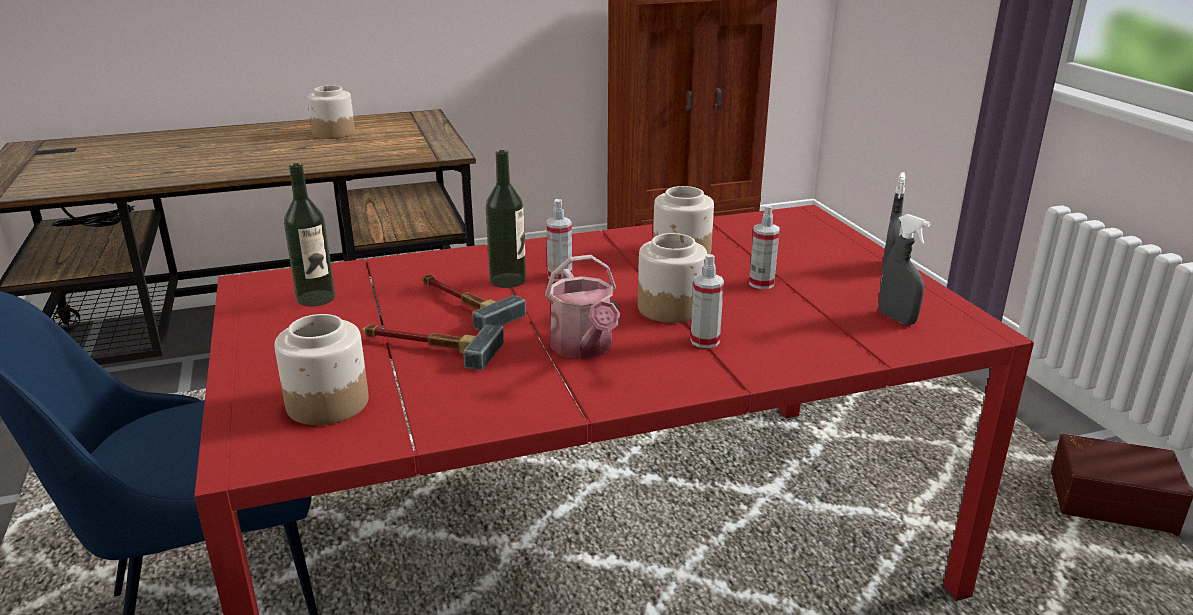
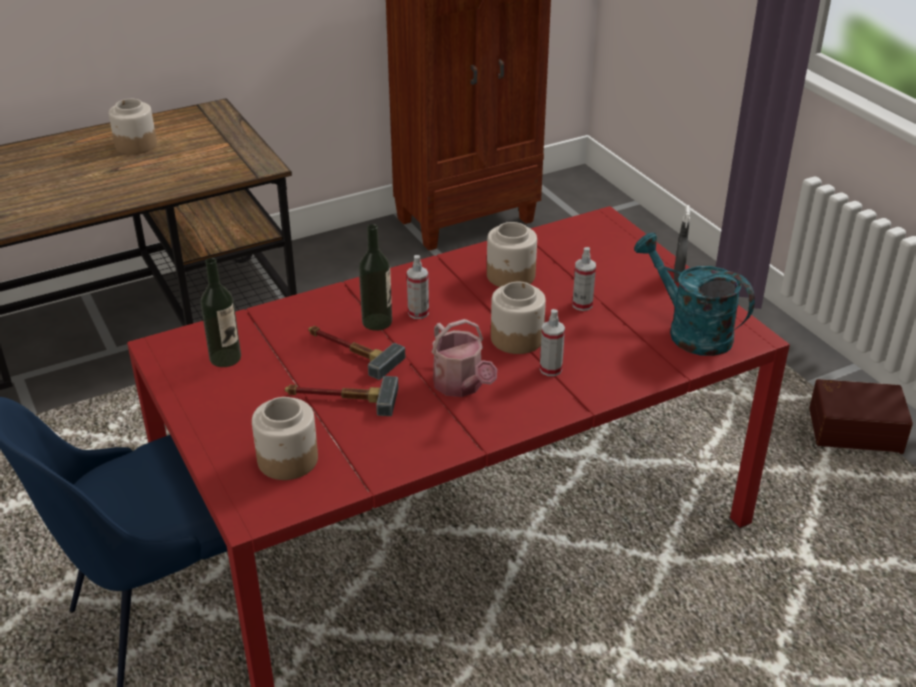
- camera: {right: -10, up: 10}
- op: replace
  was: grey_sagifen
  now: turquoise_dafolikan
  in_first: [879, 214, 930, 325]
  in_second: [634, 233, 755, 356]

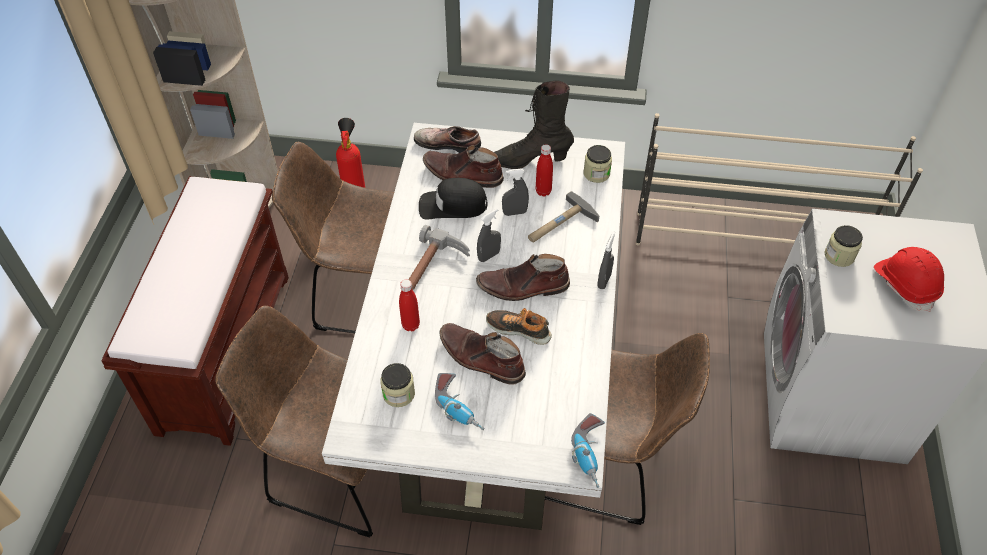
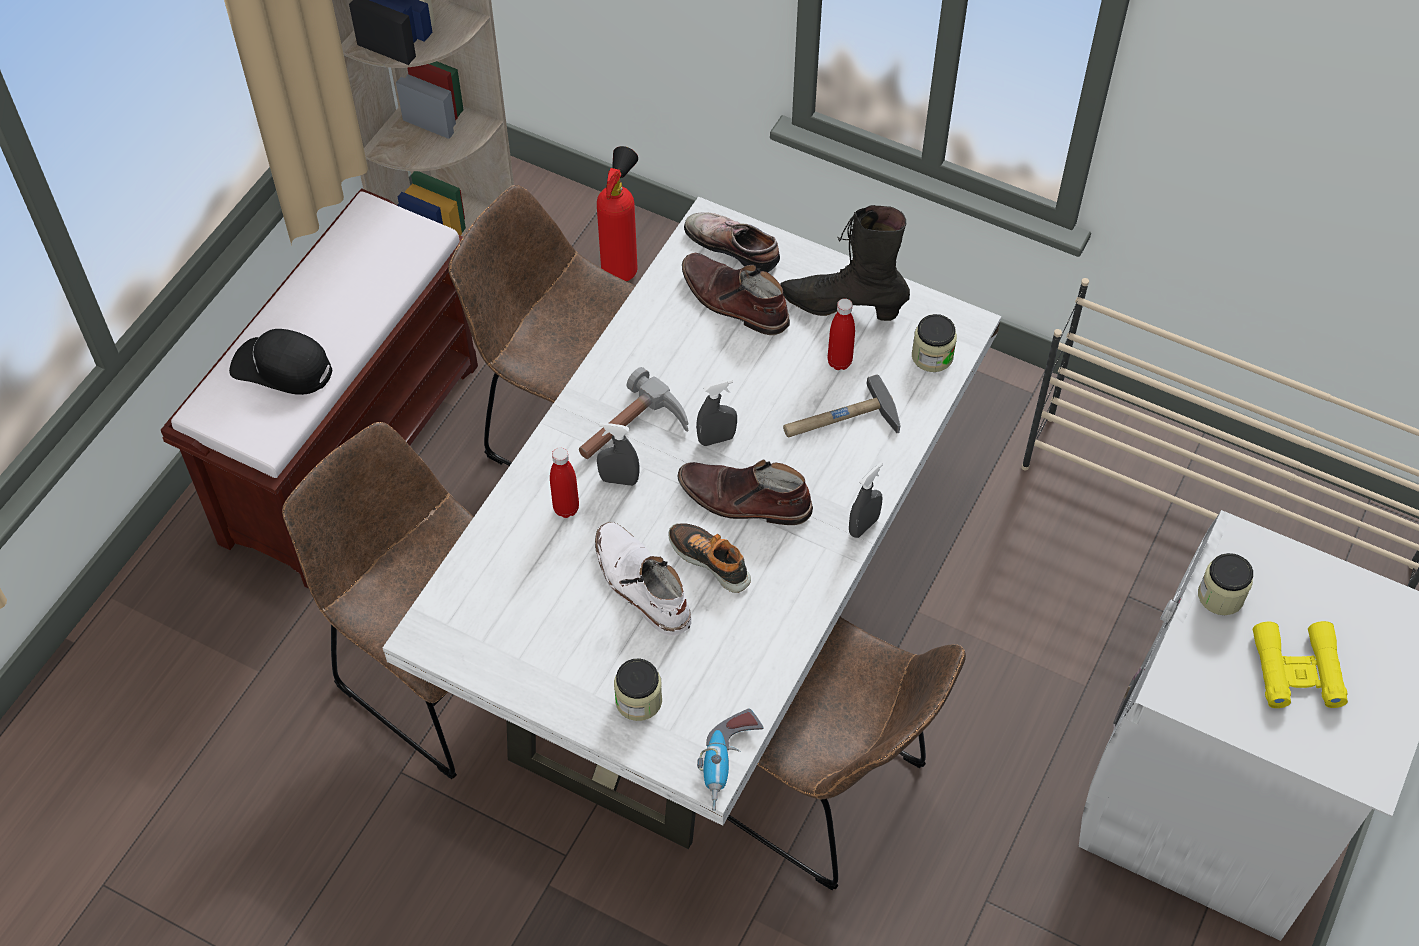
- camera: {right: 20, up: 5}
- op: move
  was: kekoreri
  in_first: [380, 363, 415, 407]
  in_second: [614, 658, 662, 721]
- op: move
  was: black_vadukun
  in_first: [419, 178, 488, 220]
  in_second: [229, 329, 332, 395]
- op: delete
  was: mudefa
  in_first: [435, 373, 485, 430]
- op: recolor
  was: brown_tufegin
  now: white_tufegin
  in_first: [439, 323, 526, 384]
  in_second: [595, 522, 692, 636]
- op: move
  was: grey_sagifen
  in_first: [502, 169, 529, 216]
  in_second: [597, 423, 639, 486]
- op: replace
  was: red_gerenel
  now: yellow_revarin
  in_first: [874, 247, 944, 312]
  in_second: [1253, 621, 1348, 708]

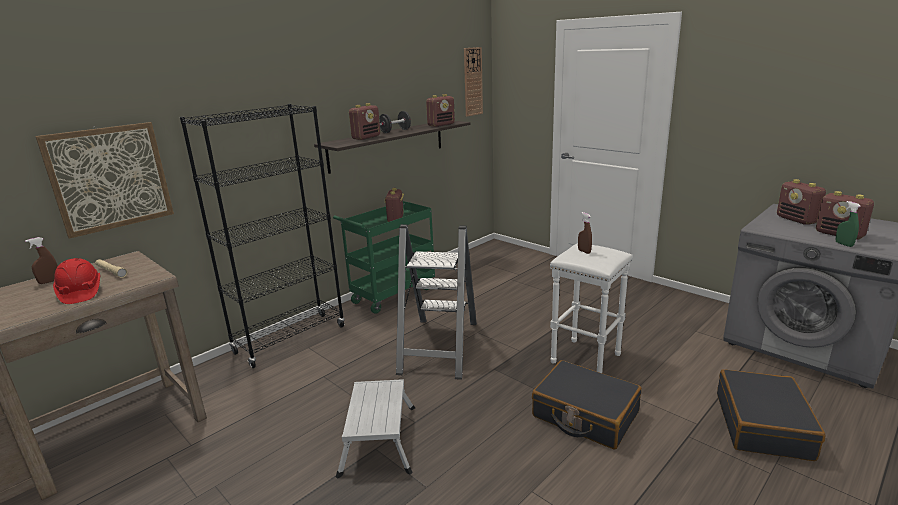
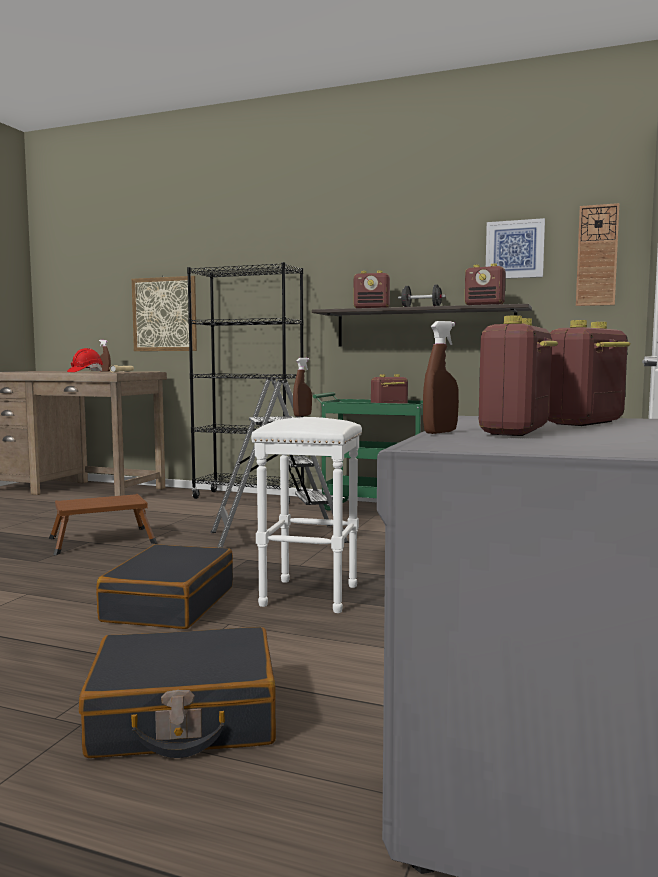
- camera: {right: 65, up: -15}
- op: recolor
  was: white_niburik
  now: brown_niburik
  in_first: [336, 379, 415, 479]
  in_second: [49, 494, 157, 555]
- op: recolor
  was: green_sagifen
  now: brown_sagifen
  in_first: [836, 201, 861, 247]
  in_second: [423, 321, 459, 434]
- op: insert
  now: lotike
  in_second: [486, 218, 545, 279]

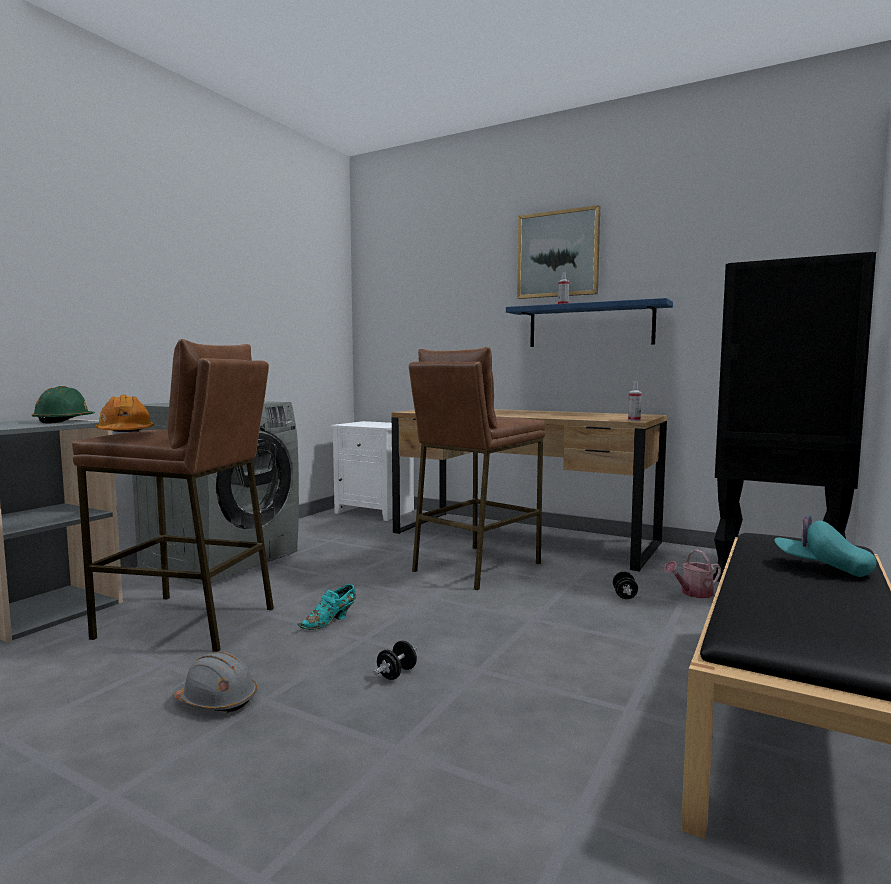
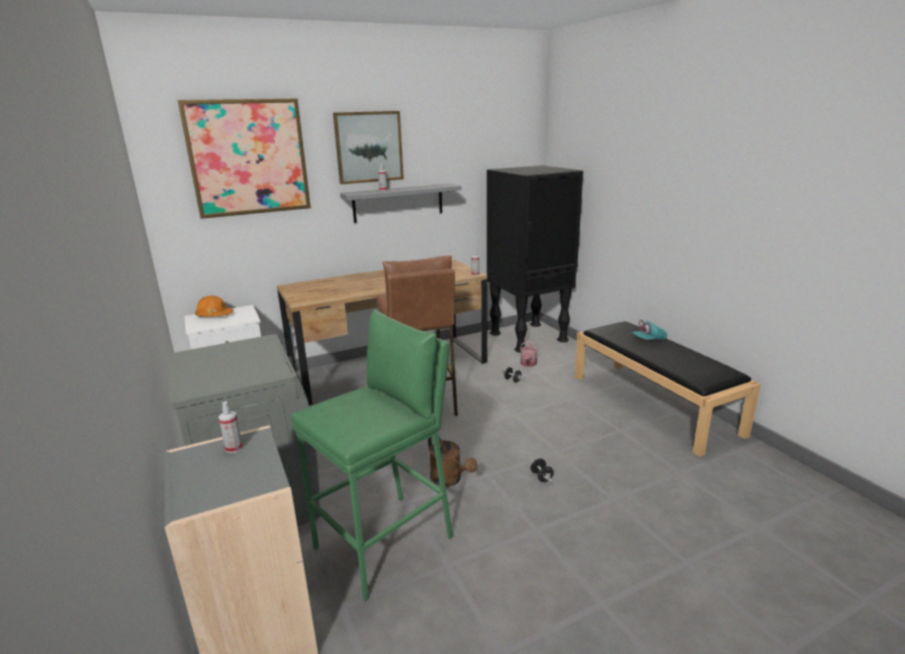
- camera: {right: -55, up: 15}
- op: replace
  was: green_gerenel
  now: sagifen
  in_first: [32, 386, 95, 424]
  in_second: [218, 401, 243, 453]
- op: recolor
  was: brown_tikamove
  now: green_tikamove
  in_first: [72, 339, 274, 652]
  in_second: [291, 309, 453, 601]
- op: move
  was: orange_gerenel
  in_first: [95, 394, 154, 432]
  in_second: [195, 296, 233, 317]
- op: delete
  was: grey_gerenel
  in_first: [173, 652, 257, 713]
- op: replace
  was: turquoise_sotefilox
  now: brown_dafolikan
  in_first: [298, 584, 356, 630]
  in_second: [428, 436, 477, 487]
- op: recolor
  was: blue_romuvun
  now: grey_romuvun
  in_first: [506, 298, 673, 347]
  in_second: [340, 183, 462, 223]
- op: insert
  now: lotike
  in_second: [178, 98, 311, 219]

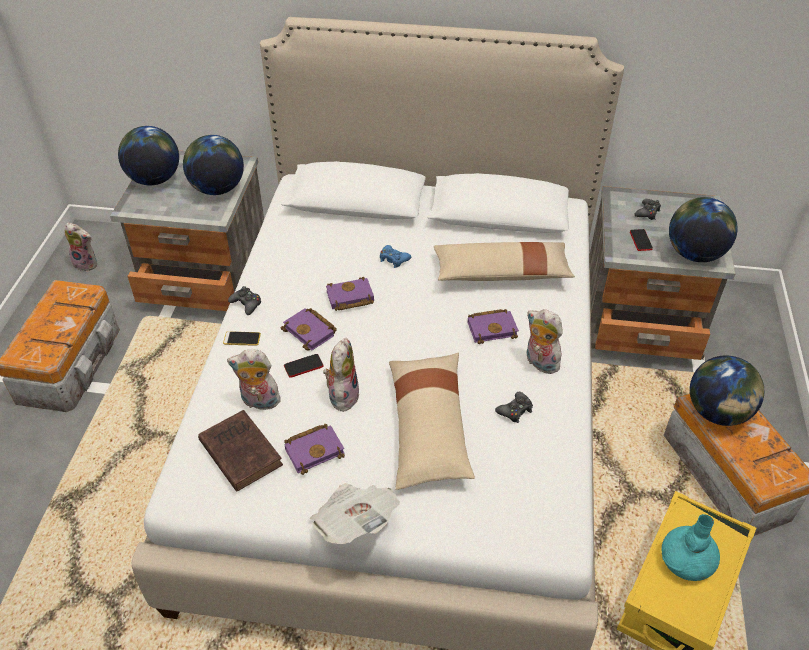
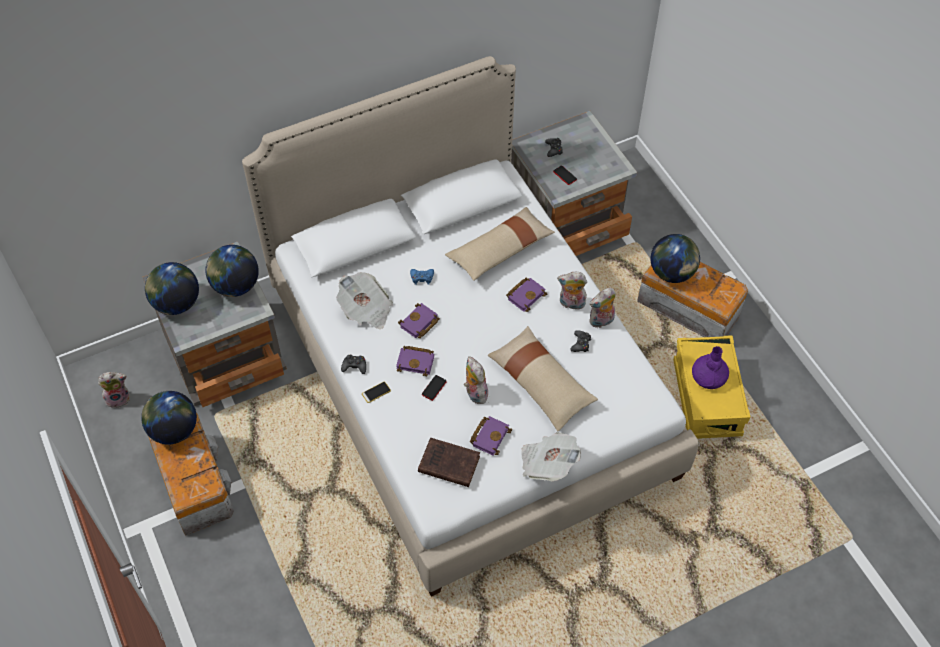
- camera: {right: -35, up: 10}
- op: move
  was: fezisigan
  in_first: [227, 350, 281, 410]
  in_second: [589, 288, 616, 328]
- op: recolor
  was: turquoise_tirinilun
  now: purple_tirinilun
  in_first: [662, 514, 720, 581]
  in_second: [692, 346, 729, 389]
- op: move
  was: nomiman
  in_first: [669, 197, 738, 262]
  in_second: [141, 391, 197, 445]
- op: insert
  now: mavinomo
  in_second: [336, 272, 393, 329]

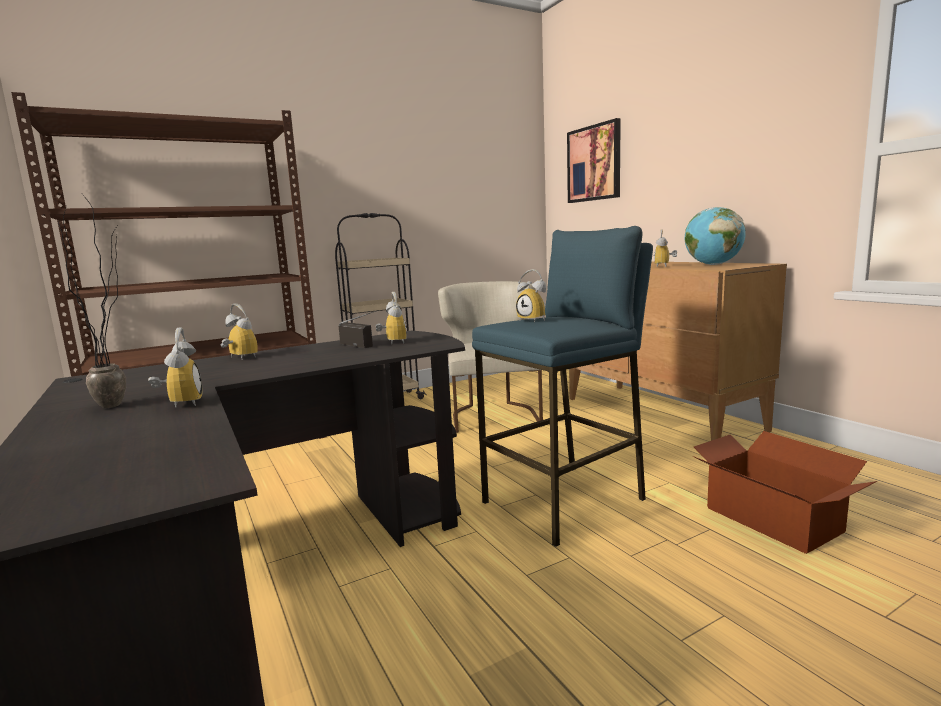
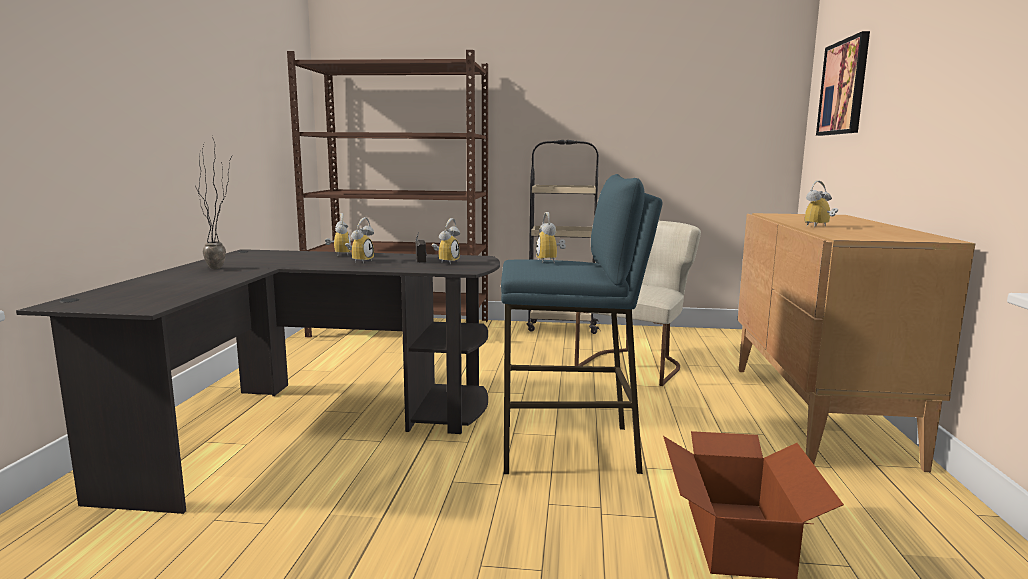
- camera: {right: 35, up: 0}
- op: move
  was: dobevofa
  in_first: [148, 327, 203, 408]
  in_second: [345, 217, 374, 264]
- op: delete
  was: nomiman
  in_first: [685, 207, 746, 265]

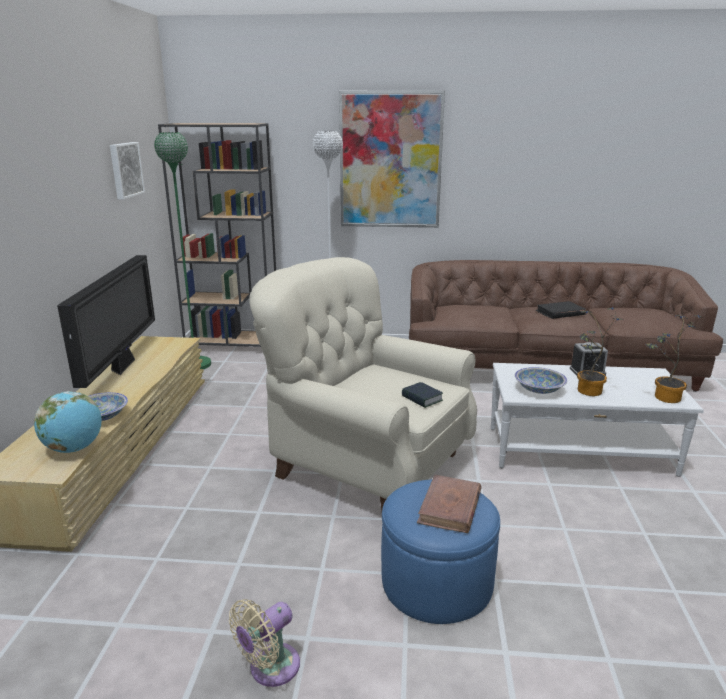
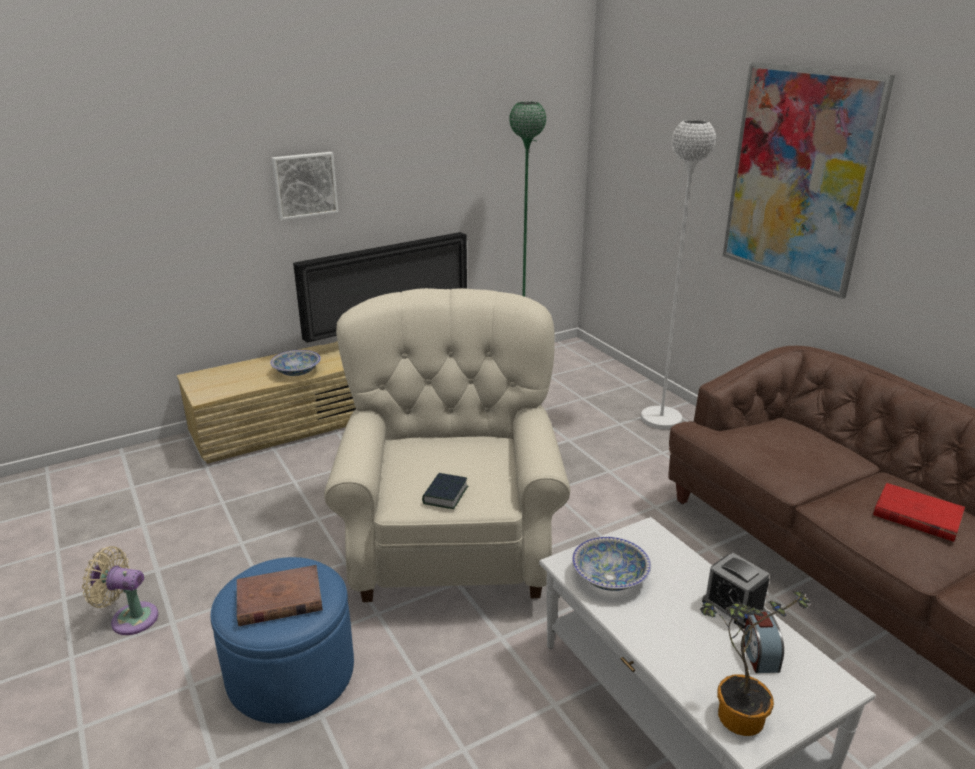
- camera: {right: 55, up: 5}
- op: delete
  was: nomiman
  in_first: [34, 391, 102, 453]
- op: move
  was: lotike
  in_first: [110, 142, 145, 199]
  in_second: [272, 152, 338, 220]
- op: delete
  was: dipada
  in_first: [158, 123, 276, 347]
- op: recolor
  was: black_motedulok
  now: red_motedulok
  in_first: [535, 301, 586, 319]
  in_second: [873, 483, 965, 542]
- op: delete
  was: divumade
  in_first: [577, 307, 622, 396]
- op: insert
  now: dobevofa
  in_second: [743, 610, 784, 673]

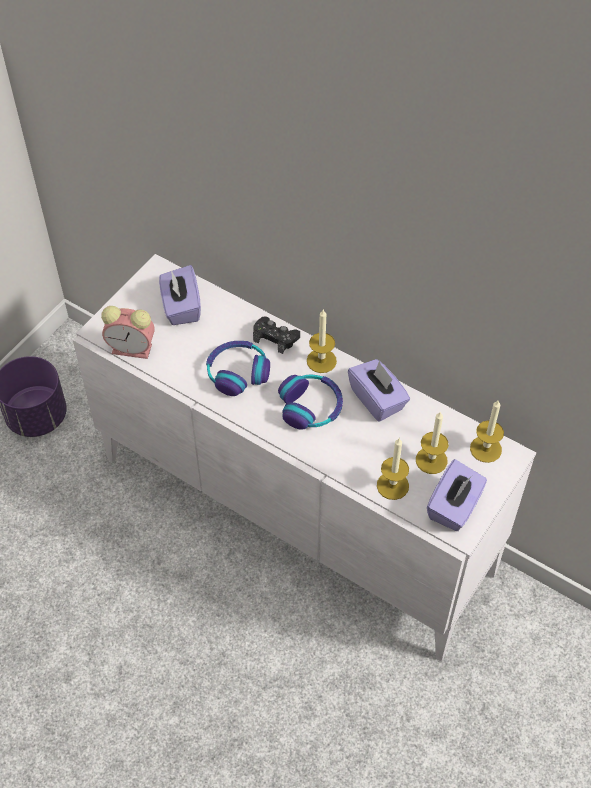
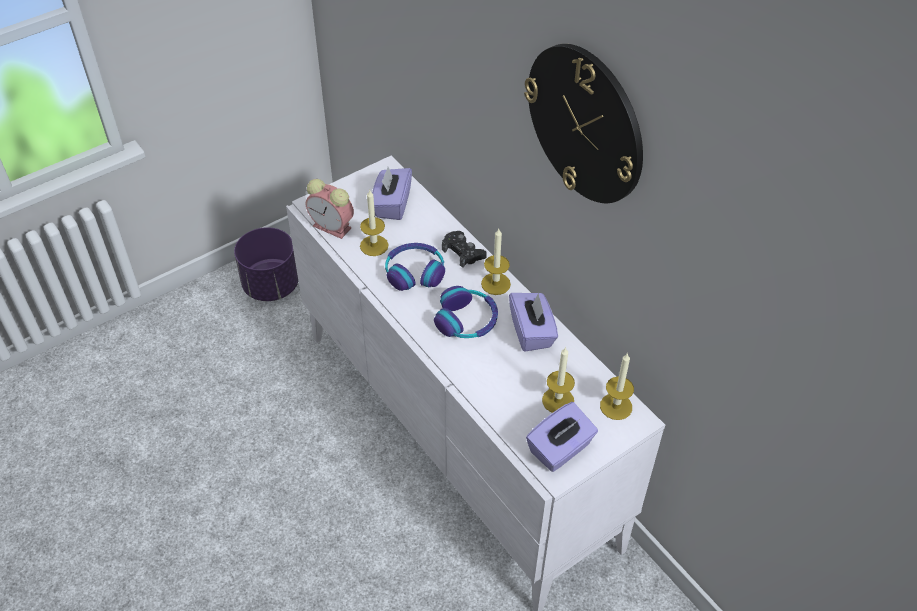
- camera: {right: 20, up: -5}
- op: move
  was: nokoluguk
  in_first: [377, 438, 409, 500]
  in_second: [360, 190, 389, 256]
- op: insert
  now: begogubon
  in_second: [524, 44, 643, 203]

